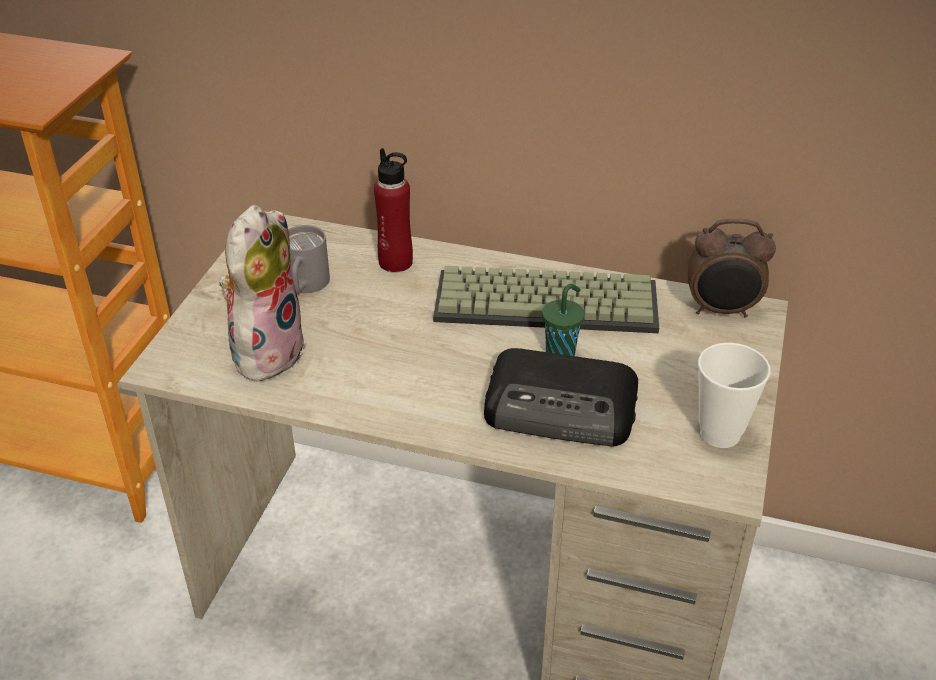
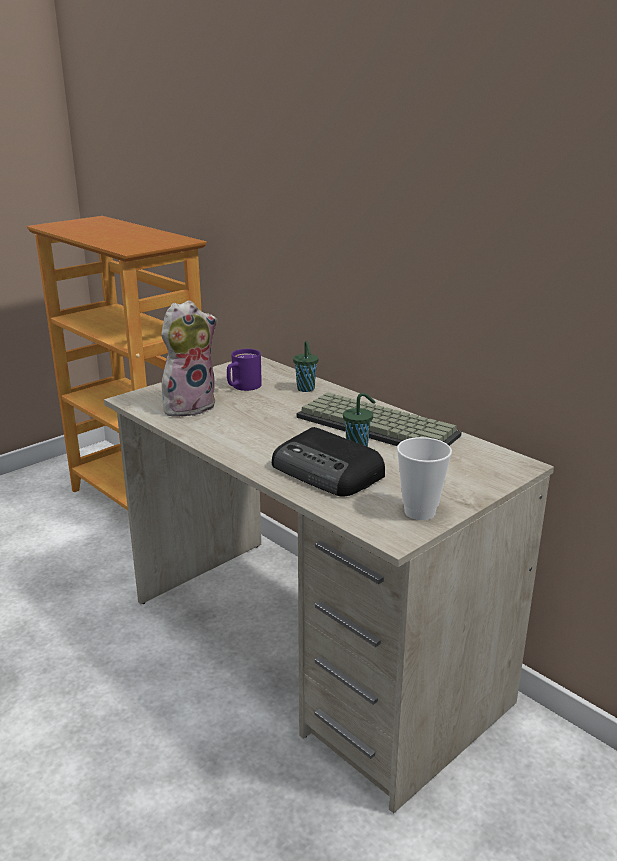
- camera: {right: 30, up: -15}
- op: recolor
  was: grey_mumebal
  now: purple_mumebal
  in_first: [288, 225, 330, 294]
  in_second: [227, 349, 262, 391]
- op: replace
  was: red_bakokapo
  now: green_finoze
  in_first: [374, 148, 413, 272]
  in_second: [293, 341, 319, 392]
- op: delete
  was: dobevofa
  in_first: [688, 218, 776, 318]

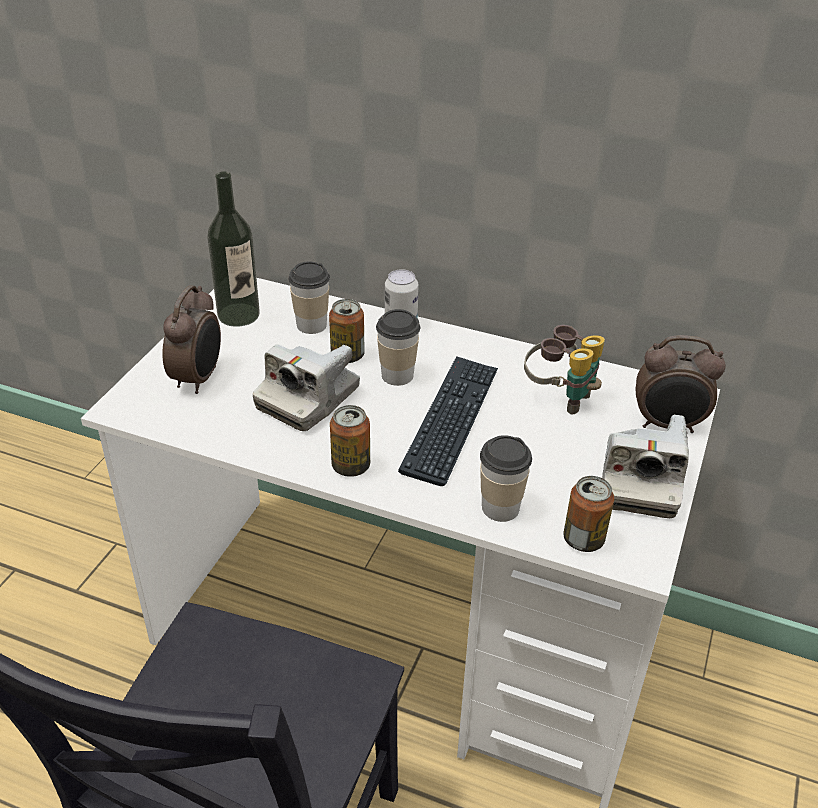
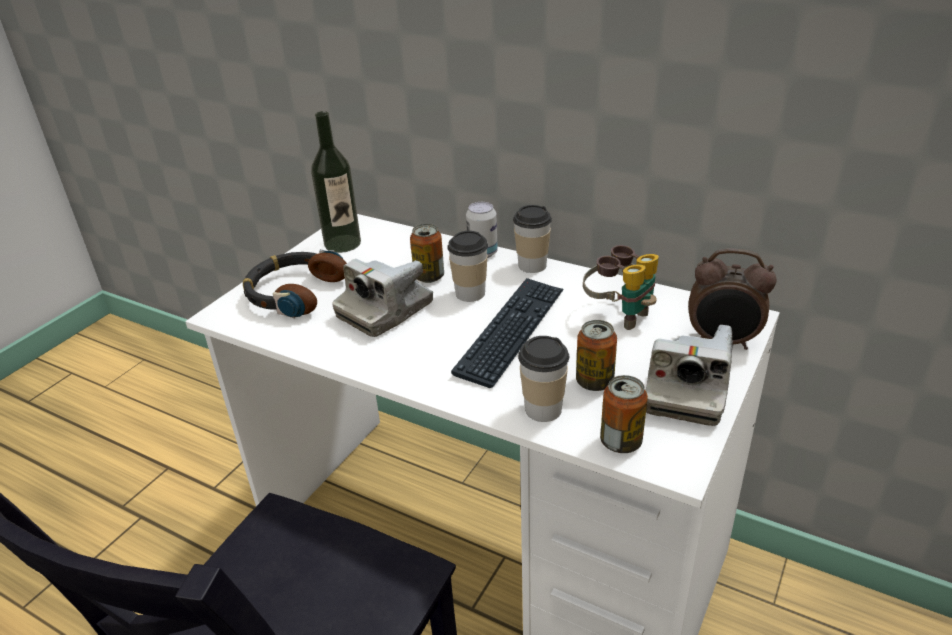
- camera: {right: 10, up: -5}
- op: replace
  was: dobevofa
  now: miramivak
  in_first: [163, 285, 221, 394]
  in_second: [243, 249, 347, 318]
- op: move
  was: finoze
  in_first: [288, 261, 330, 334]
  in_second: [513, 205, 552, 273]
- op: move
  was: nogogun
  in_first: [330, 405, 370, 477]
  in_second: [576, 320, 617, 391]

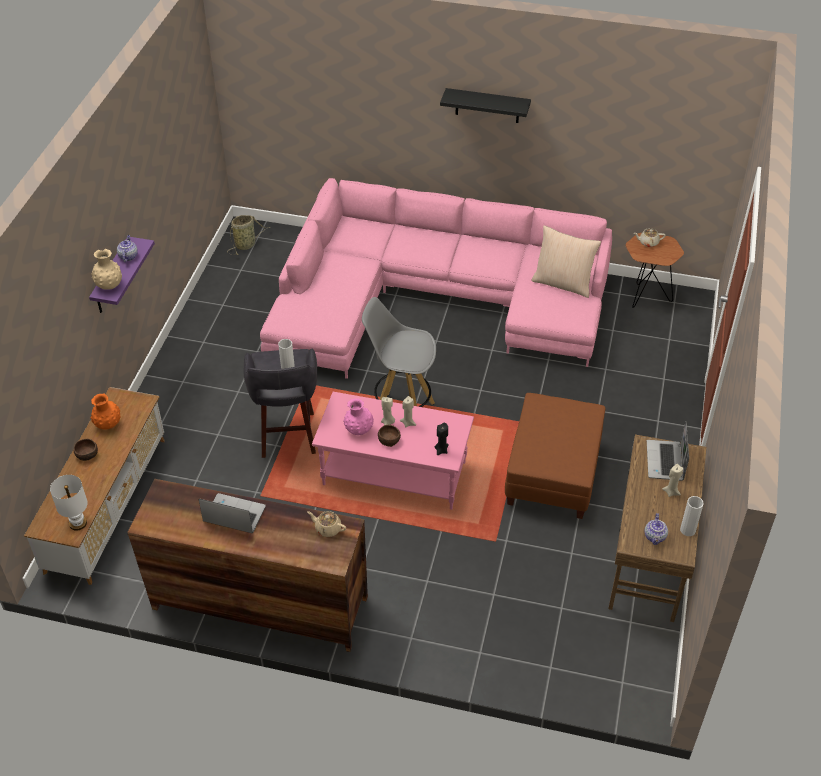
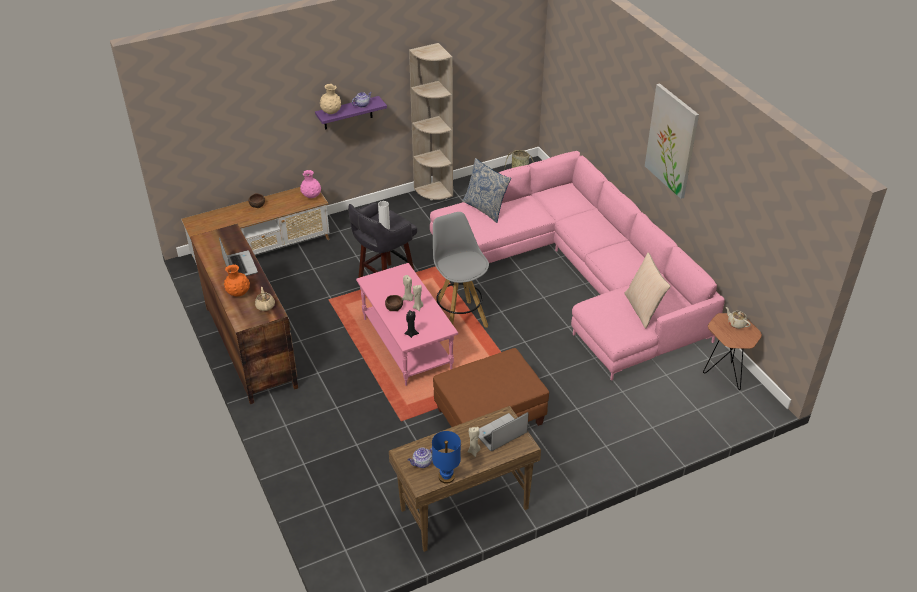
- camera: {right: 50, up: -5}
- op: delete
  was: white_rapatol
  in_first: [50, 475, 88, 531]
- op: move
  was: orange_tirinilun
  in_first: [91, 393, 121, 429]
  in_second: [224, 265, 250, 296]
- op: move
  was: pink_tirinilun
  in_first: [343, 398, 374, 435]
  in_second: [300, 170, 321, 198]
- op: replace
  was: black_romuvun
  now: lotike
  in_first: [440, 88, 531, 123]
  in_second: [645, 84, 699, 199]
- op: replace
  was: white_tirinilun
  now: blue_rapatol
  in_first: [680, 496, 704, 536]
  in_second: [432, 431, 461, 484]
- op: insert
  now: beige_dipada
  in_second: [409, 43, 453, 201]
- op: insert
  now: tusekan
  in_second: [462, 158, 511, 223]

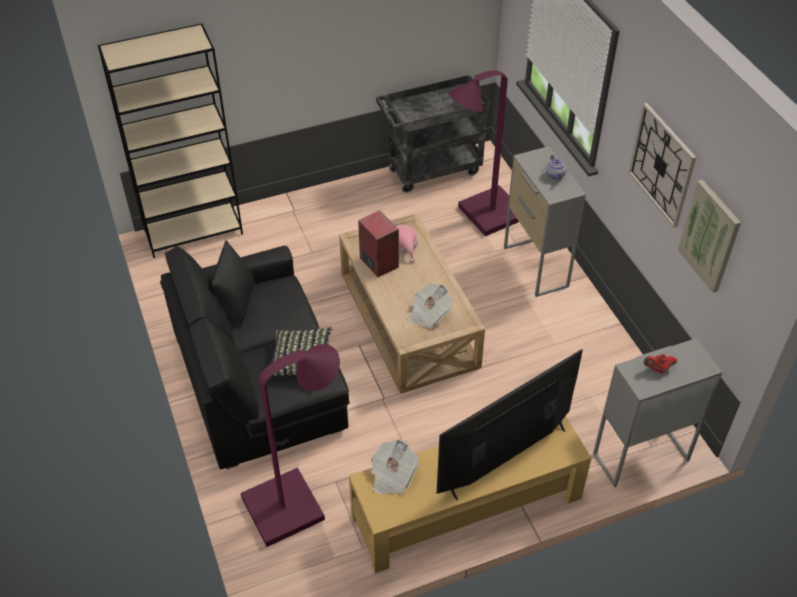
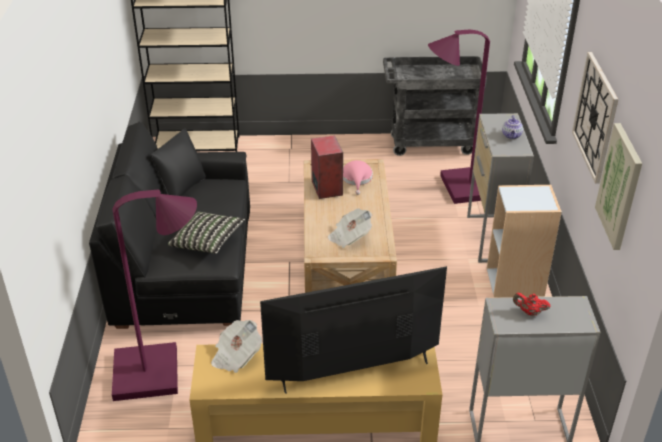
- camera: {right: 20, up: -10}
- op: insert
  now: dipada
  in_second: [487, 185, 562, 297]

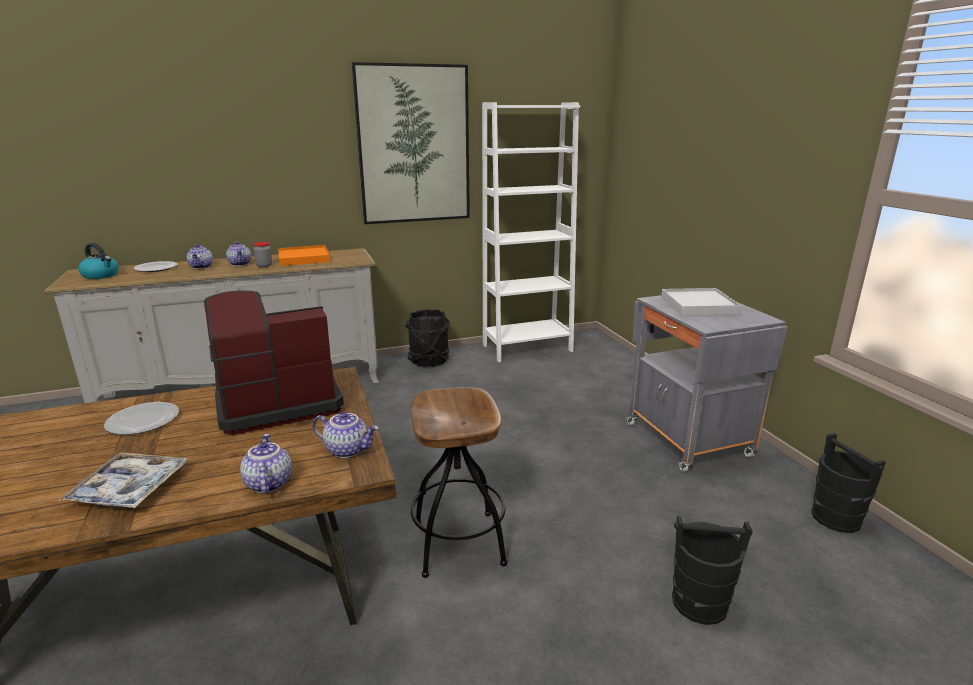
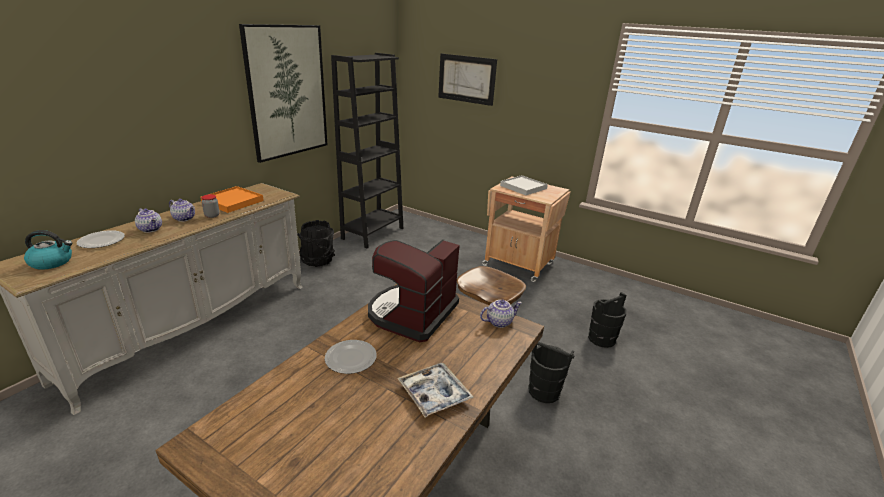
- camera: {right: -40, up: 5}
- op: delete
  was: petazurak
  in_first: [240, 434, 292, 494]
- op: recolor
  was: white_dipada
  now: black_dipada
  in_first: [482, 102, 580, 362]
  in_second: [331, 53, 403, 248]
- op: recolor
  was: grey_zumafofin
  now: brown_zumafofin
  in_first: [626, 295, 788, 472]
  in_second: [482, 176, 571, 282]
- op: move
  was: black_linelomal
  in_first: [811, 433, 886, 533]
  in_second: [528, 342, 574, 403]
- op: insert
  now: lotike
  in_second: [438, 54, 497, 106]

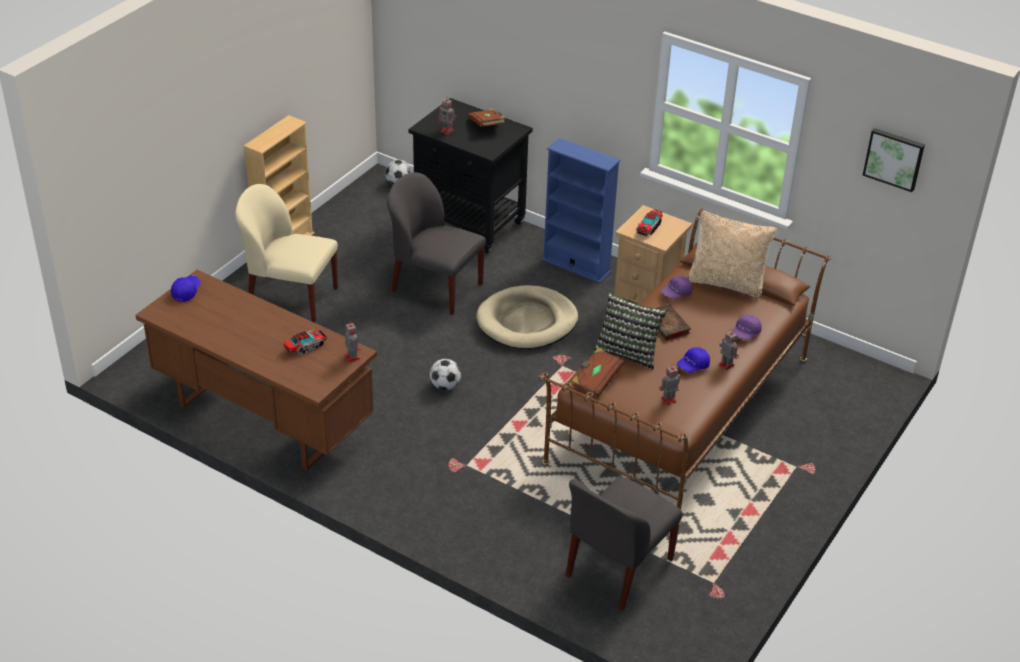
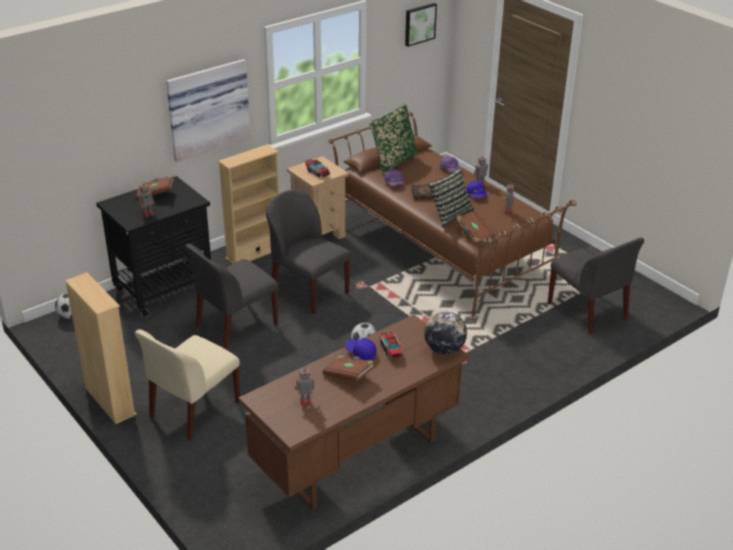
- camera: {right: -70, up: -5}
- op: move
  was: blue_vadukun
  in_first: [171, 275, 201, 302]
  in_second: [345, 338, 376, 361]
- op: move
  was: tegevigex
  in_first: [345, 321, 361, 363]
  in_second: [295, 366, 314, 406]
- op: replace
  was: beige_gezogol
  now: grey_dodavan
  in_first: [476, 285, 578, 350]
  in_second: [266, 190, 351, 314]
- op: recolor
  was: blue_dipada
  now: beige_dipada
  in_first: [542, 138, 620, 283]
  in_second: [218, 144, 279, 264]
- op: recolor
  was: beige_tusekan
  now: green_tusekan
  in_first: [689, 211, 778, 297]
  in_second: [369, 104, 418, 175]
- op: insert
  now: lotike
  in_second: [166, 59, 251, 162]
- op: insert
  now: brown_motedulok
  in_second: [322, 355, 375, 381]
- op: insert
  now: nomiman
  in_second: [424, 312, 467, 355]

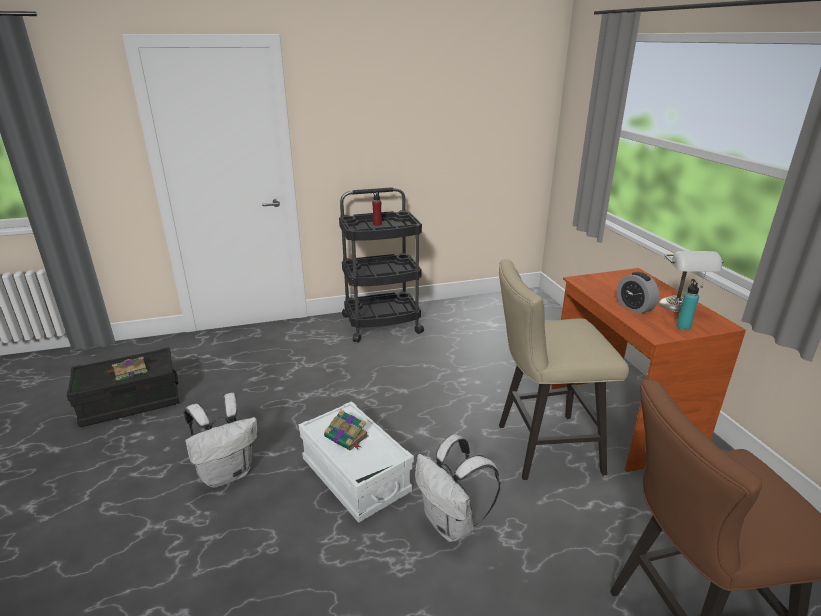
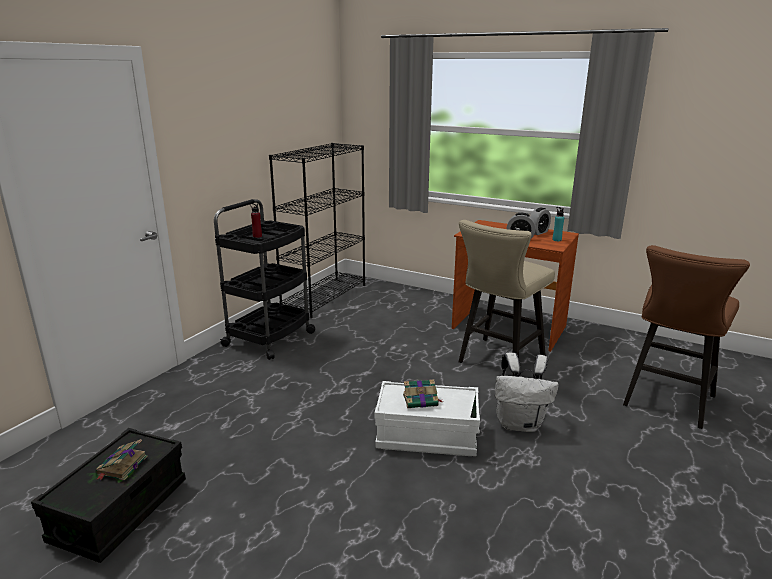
- camera: {right: -45, up: -5}
- op: delete
  was: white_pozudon
  in_first: [184, 393, 258, 488]
- op: replace
  was: white_rapatol
  now: dobevofa
  in_first: [659, 251, 724, 312]
  in_second: [530, 207, 551, 235]
- op: insert
  now: black_dipada
  in_second: [269, 143, 365, 318]

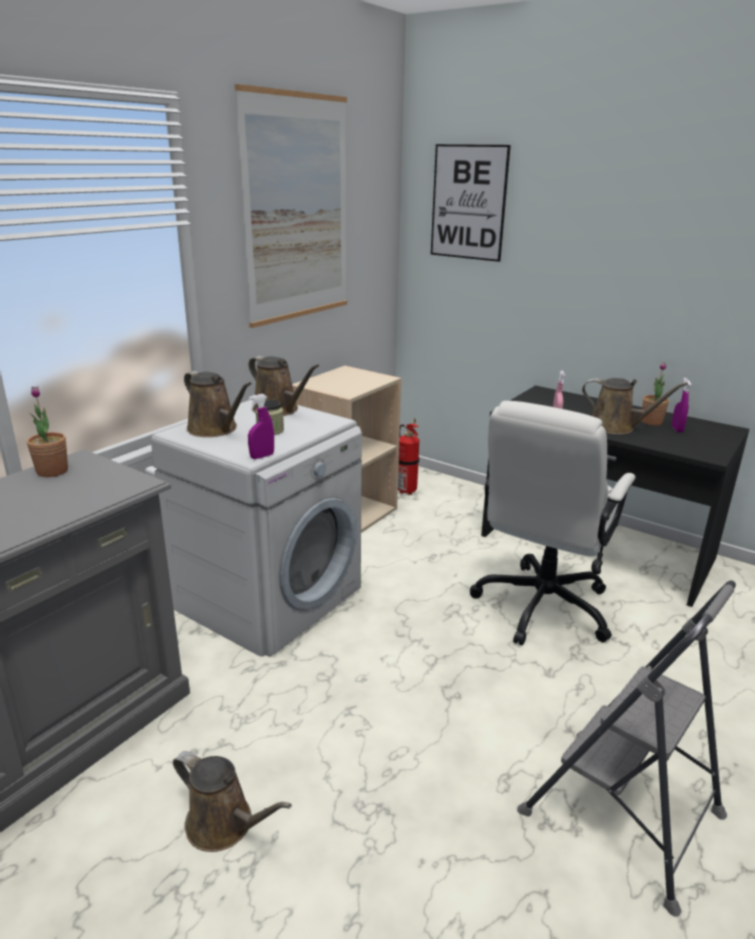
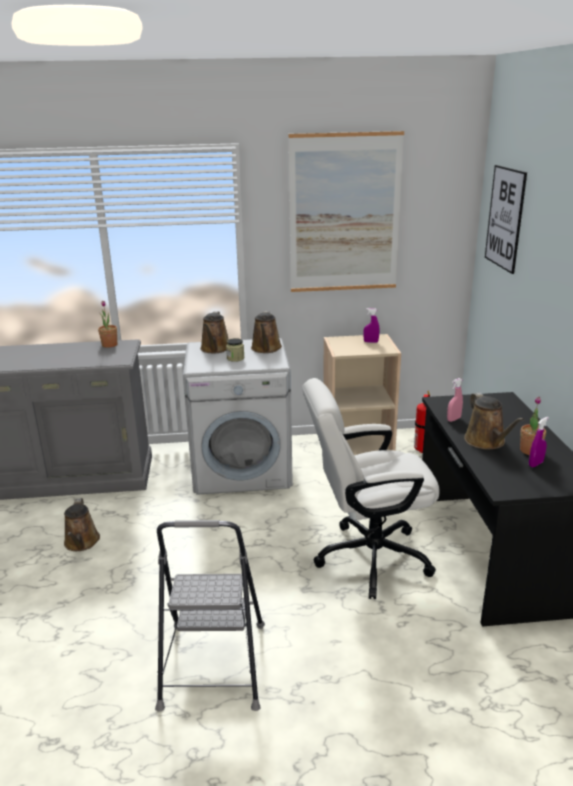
- camera: {right: 50, up: 0}
- op: move
  was: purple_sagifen
  in_first: [248, 394, 274, 459]
  in_second: [363, 308, 379, 343]

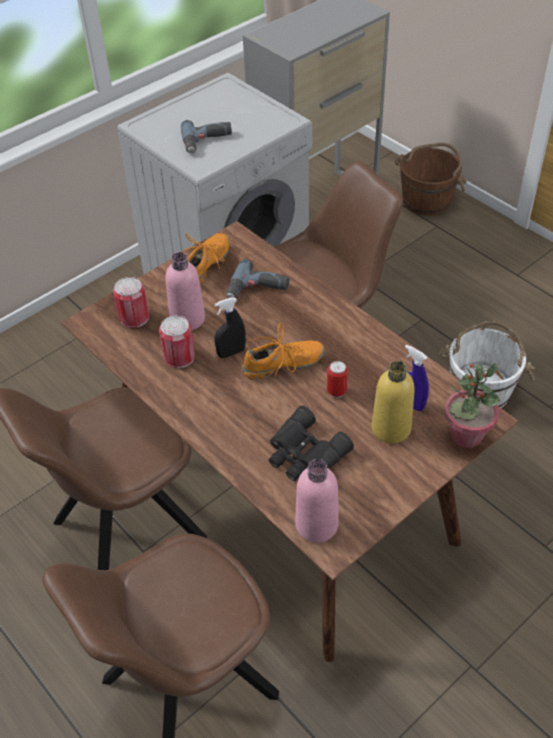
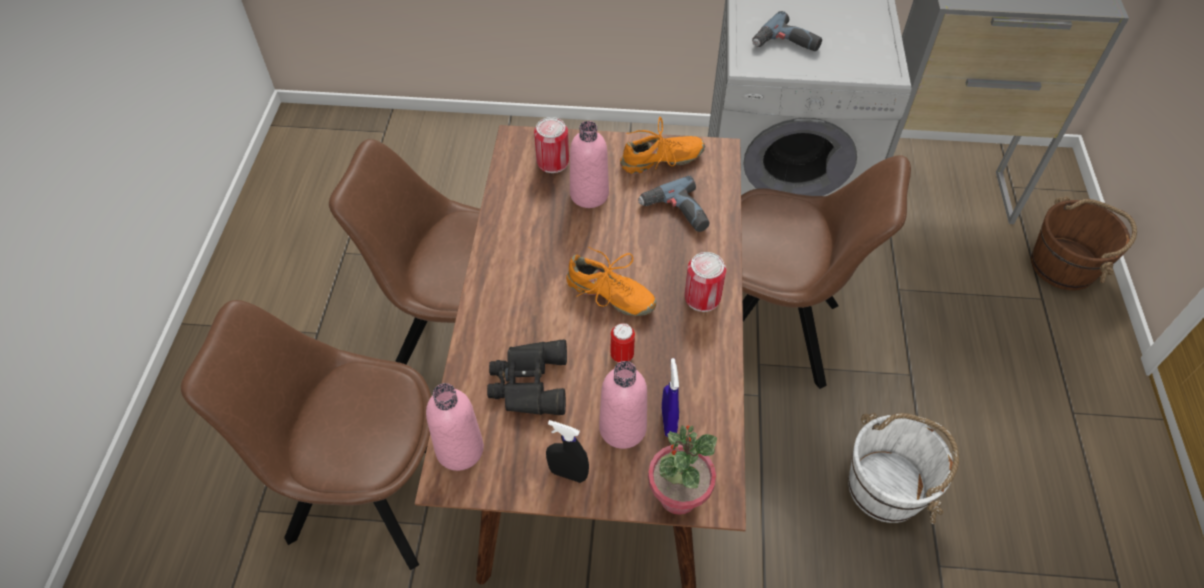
- camera: {right: 45, up: 5}
- op: move
  was: nogogun
  in_first: [159, 316, 195, 368]
  in_second: [685, 252, 726, 312]
- op: move
  was: black_sagifen
  in_first: [214, 297, 246, 358]
  in_second: [546, 420, 589, 483]
- op: recolor
  was: yellow_bakokapo
  now: pink_bakokapo
  in_first: [372, 361, 415, 443]
  in_second: [599, 361, 647, 449]

